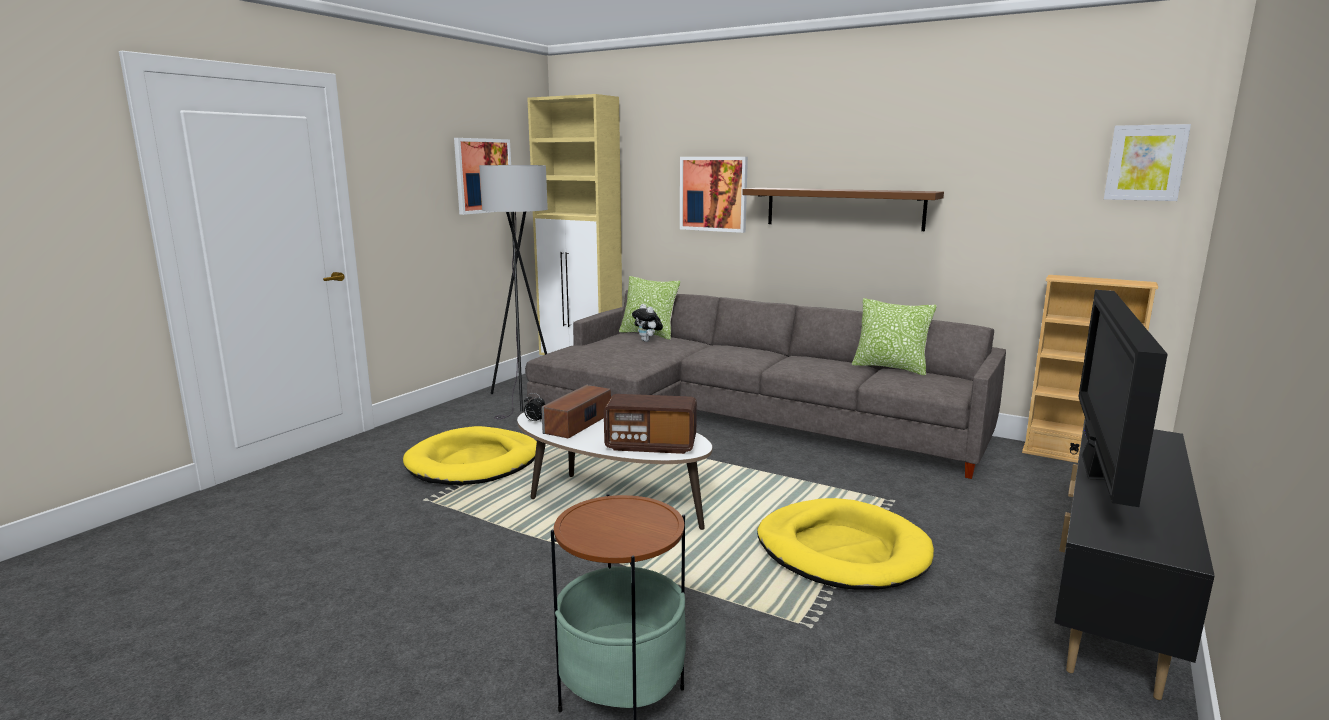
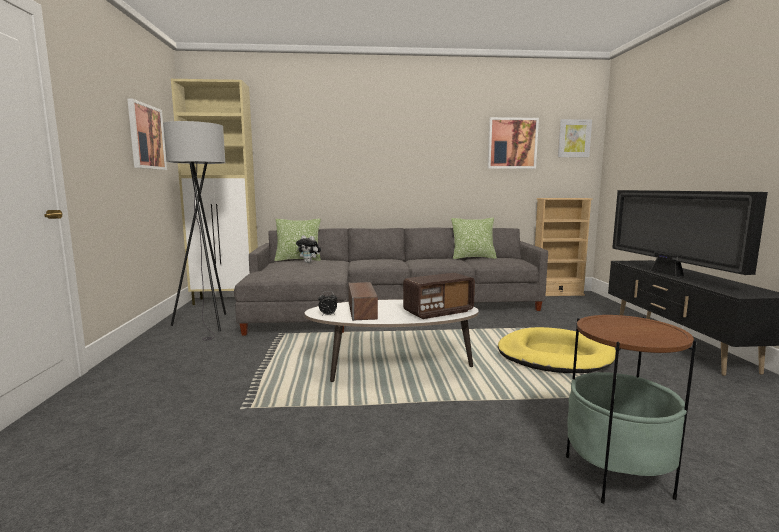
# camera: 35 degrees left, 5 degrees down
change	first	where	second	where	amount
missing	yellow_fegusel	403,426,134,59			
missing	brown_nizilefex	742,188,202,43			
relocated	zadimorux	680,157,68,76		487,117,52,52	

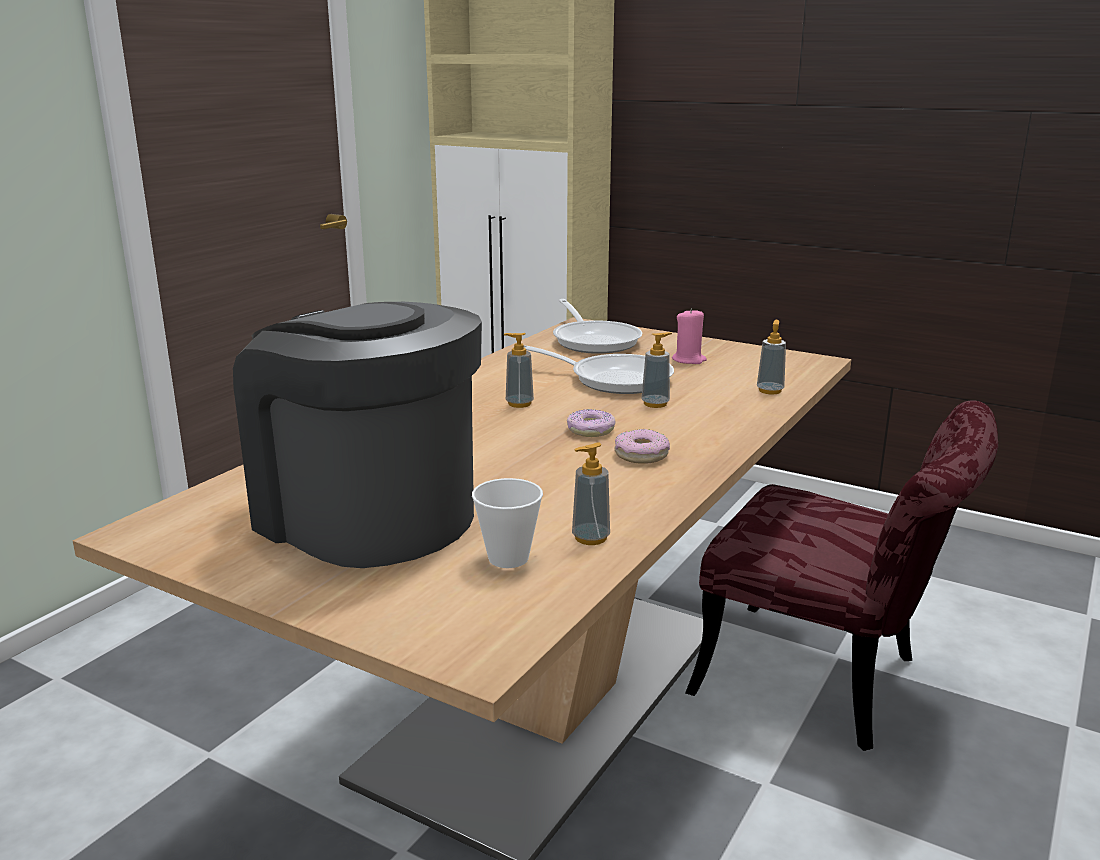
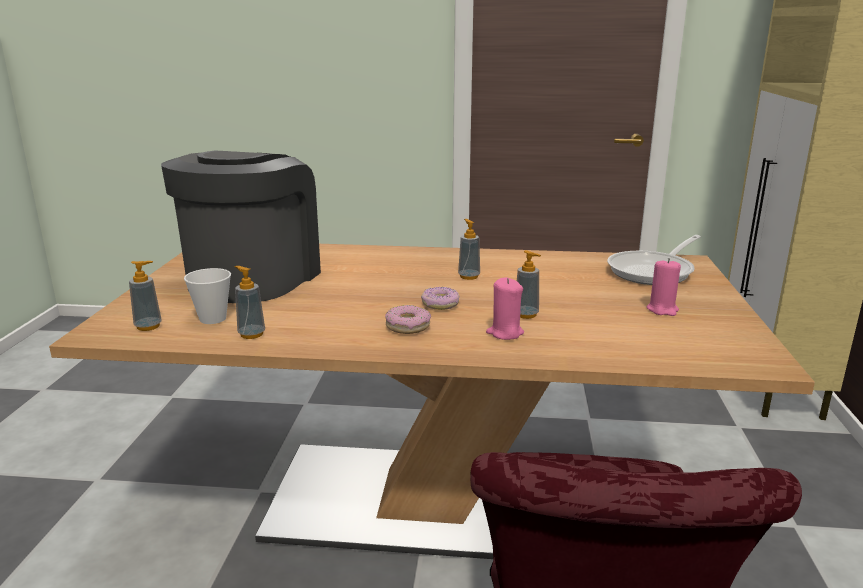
# camera: 65 degrees right, 0 degrees up
change	first	where	second	where	amount
missing	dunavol	524,345,150,49			
appeared			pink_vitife	486,277,38,63	
relocated	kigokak	757,320,29,75		129,261,33,70	

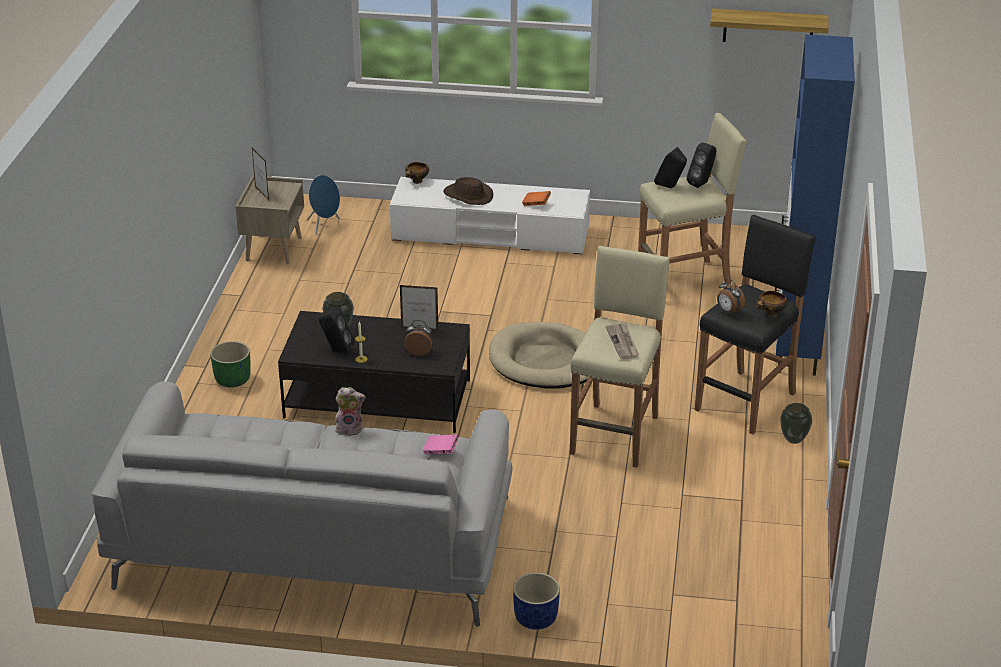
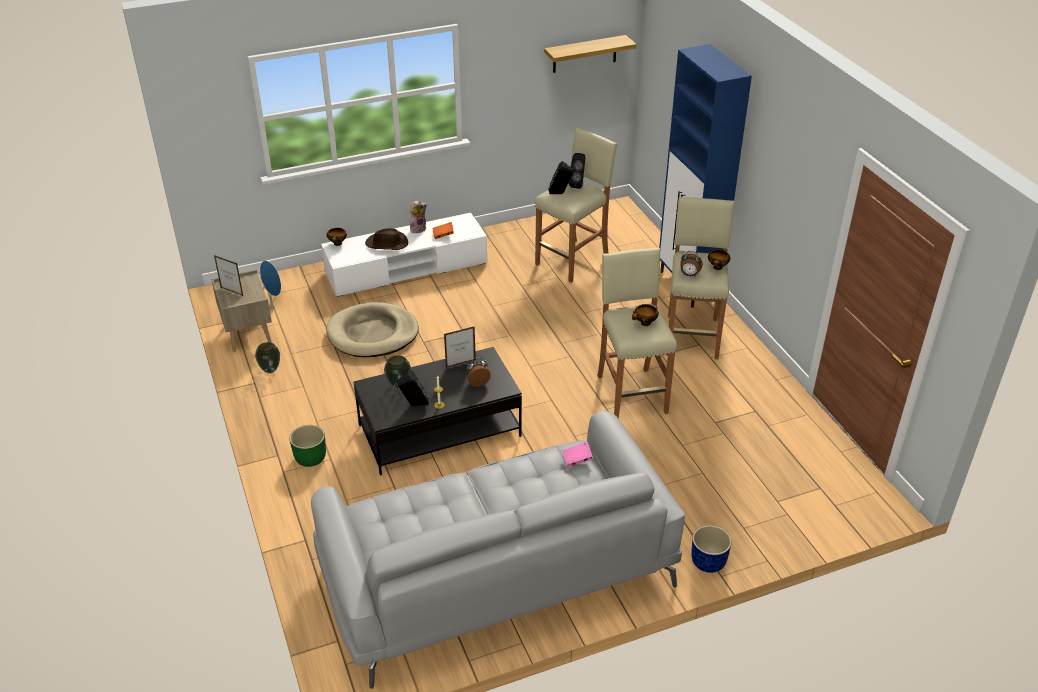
# camera: 30 degrees left, 5 degrees up
change	first	where	second	where	amount
relocated	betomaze	335,387,31,49		410,200,17,33	
relocated	beige_fegusel	489,322,99,67		326,302,93,55	
relocated	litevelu	780,403,32,41		255,342,25,31	
exchanged	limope	606,323,33,36	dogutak	632,304,27,22	
colour	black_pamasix	695,215,121,220	beige_pamasix	665,197,70,162	

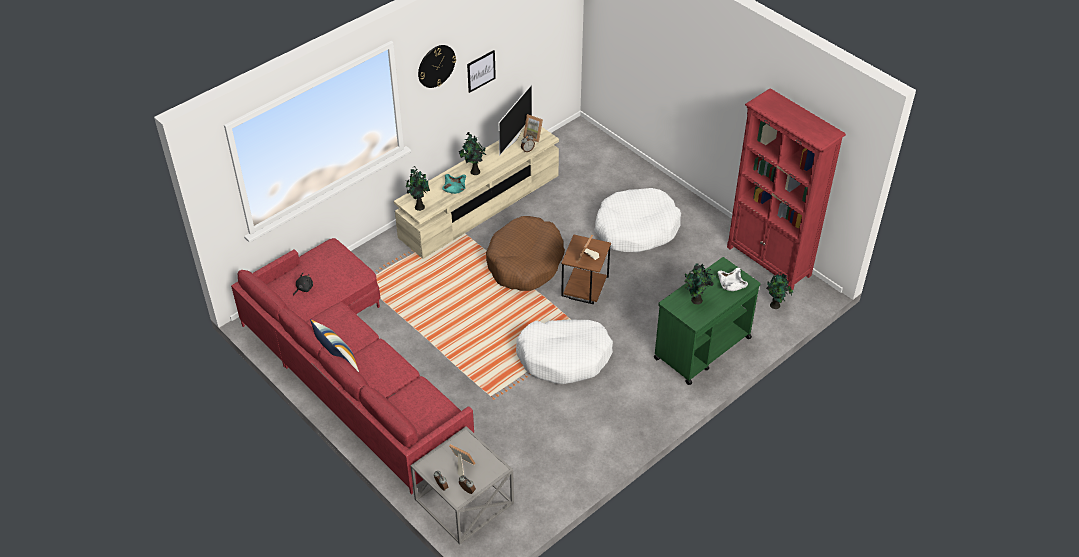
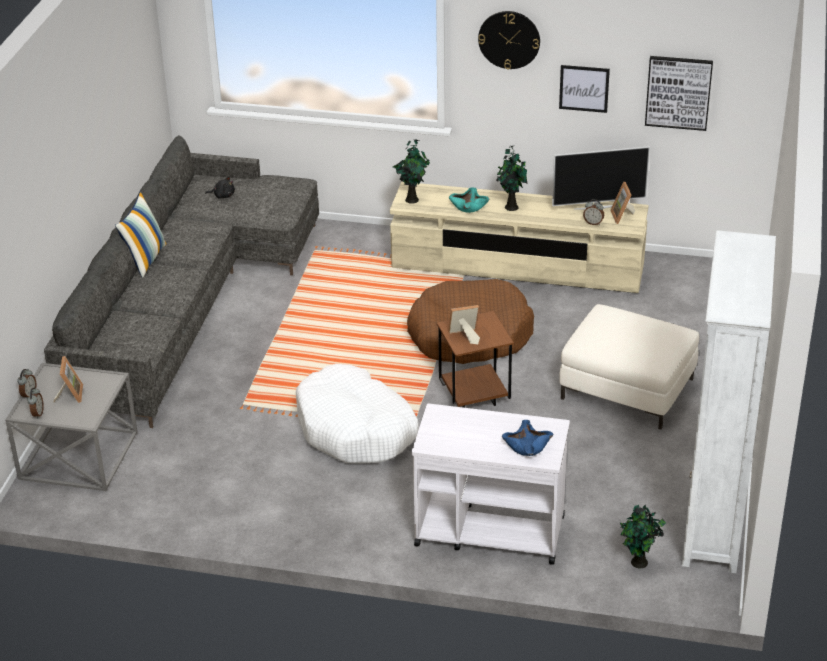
# camera: 55 degrees right, 10 degrees down
change	first	where	second	where	amount
missing	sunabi	684,263,32,42			
appeared			zadimorux	645,56,68,75	
exchanged	white_fegusel	594,188,87,65	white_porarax	559,304,140,126	
colour	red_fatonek	231,238,243,257	grey_fatonek	44,135,275,293	
colour	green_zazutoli	654,257,107,128	white_zazutoli	412,404,158,161	
colour	white_dogutak	717,268,31,23	blue_dogutak	502,420,51,36	
colour	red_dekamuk	727,88,119,202	white_dekamuk	682,230,94,343	

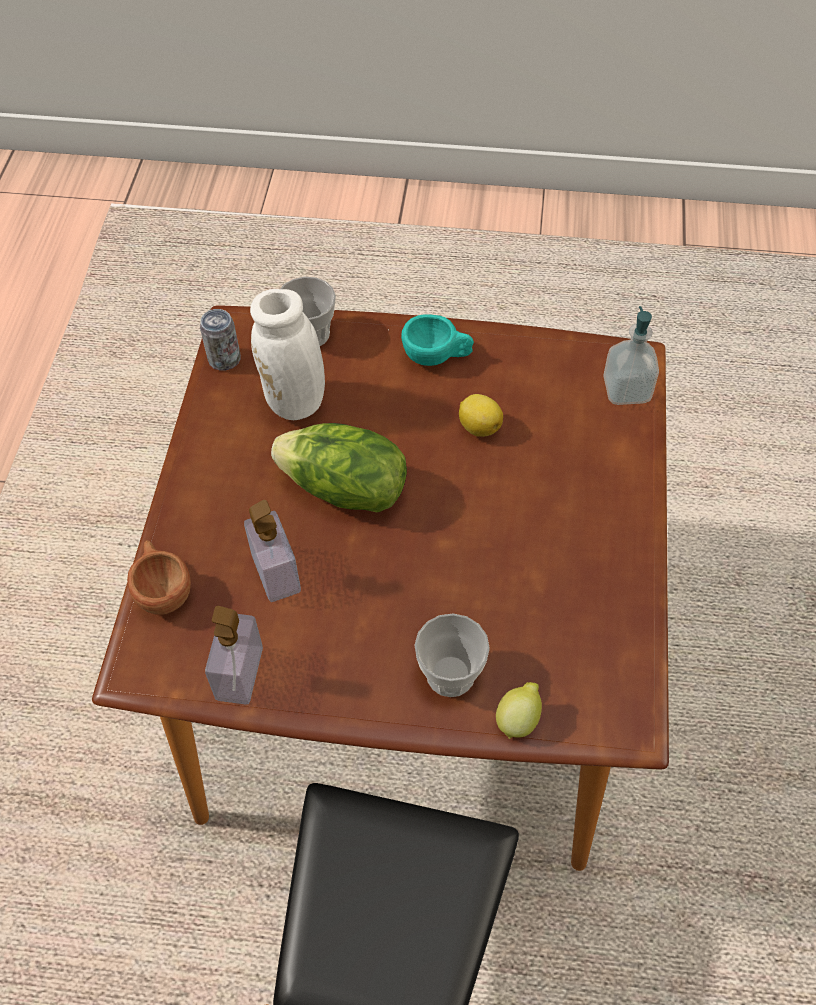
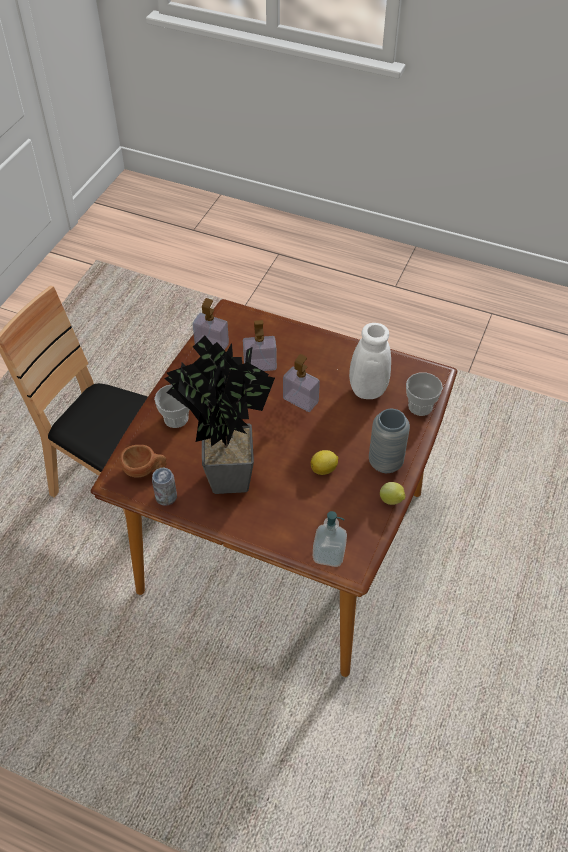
# camera: 105 degrees right, 5 degrees down
change	first	where	second	where	amount
appeared			sunabi	165,336,110,158	
relocated	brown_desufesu	127,540,64,75		119,445,48,32	
relocated	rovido	200,309,41,62		152,468,25,38	
relocated	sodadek	496,682,46,57		380,482,25,23	
exchanged	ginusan	271,423,136,89	kigokak	283,354,37,58	
exchanged	turquoise_desufesu	401,314,73,52	grey_litevelu	369,409,41,64	

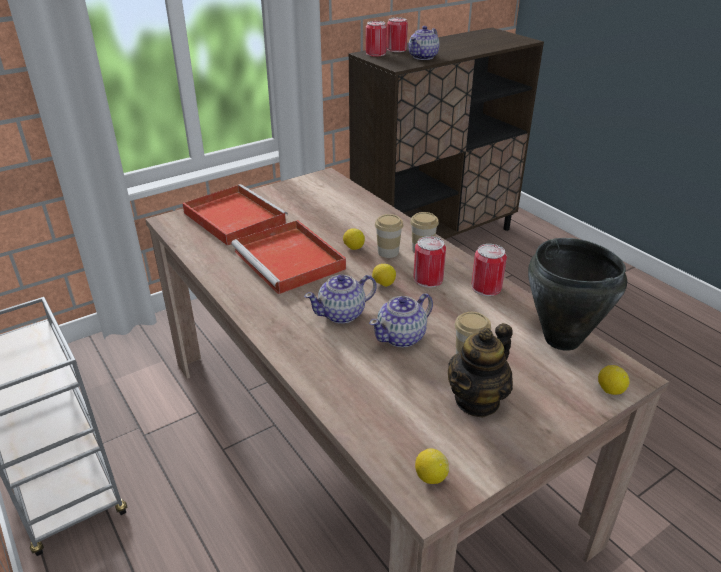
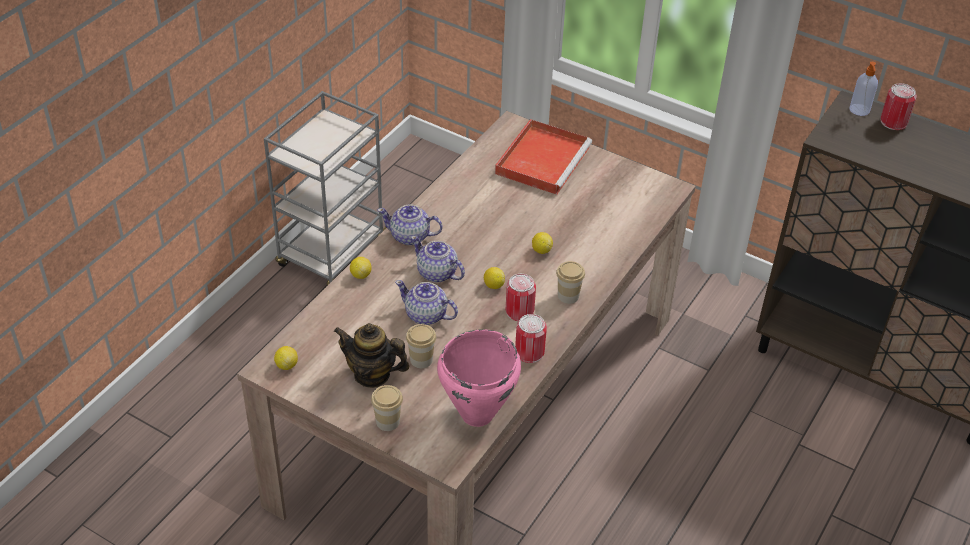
# camera: 65 degrees right, 10 degrees up
change	first	where	second	where	amount
missing	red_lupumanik	231,220,115,74			
relocated	desufesu	375,214,28,44		371,385,32,46	
relocated	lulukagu	408,26,31,34		377,204,65,41	
relocated	sodadek	598,365,32,30		350,257,22,22	
exchanged	rovido	366,21,21,36	kigokak	849,62,29,54	
colour	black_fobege	528,238,99,113	pink_fobege	437,329,84,98	

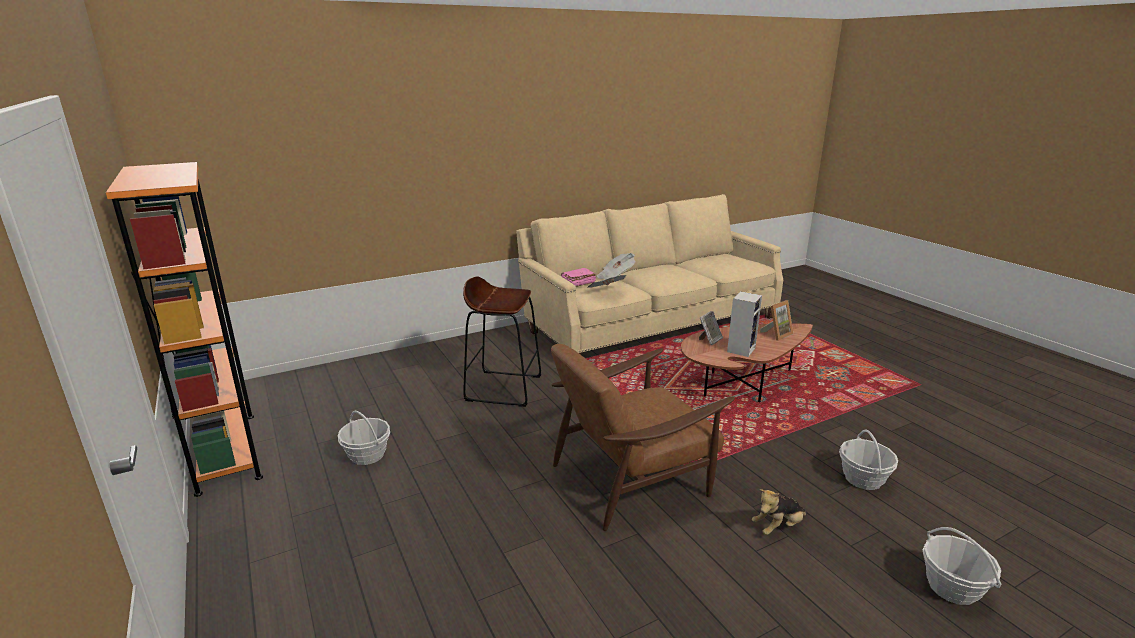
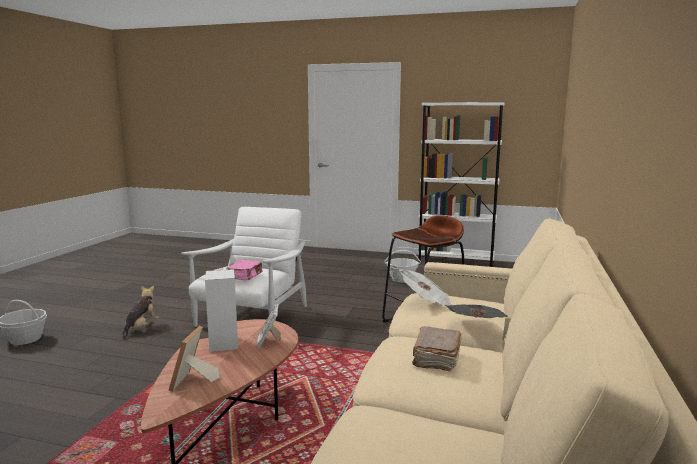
# camera: 135 degrees right, 10 degrees down
change	first	where	second	where	amount
missing	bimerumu	839,429,59,61			
appeared			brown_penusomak	412,326,50,45	
relocated	pink_penusomak	561,268,35,19		226,259,37,22	
colour	orange_dekamuk	106,162,157,335	white_dekamuk	418,102,86,165	
colour	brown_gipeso	551,344,184,187	white_gipeso	181,207,126,120	

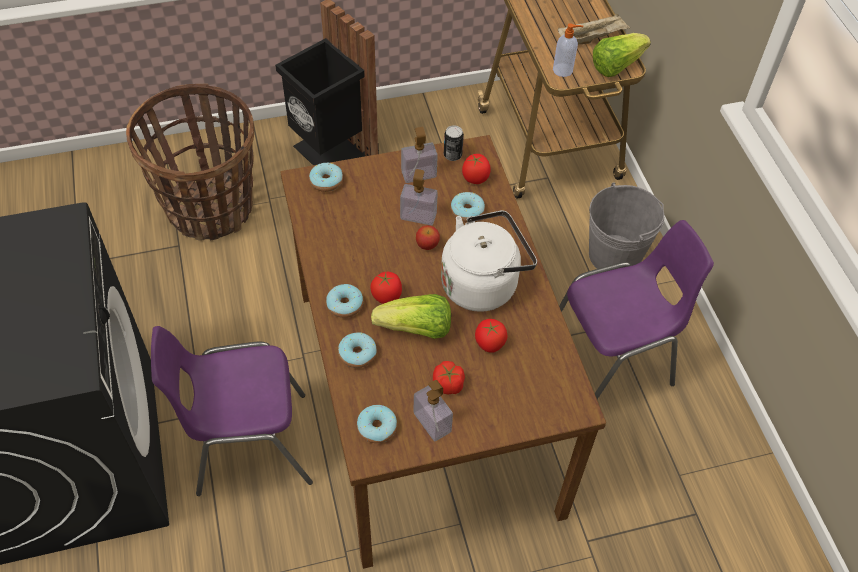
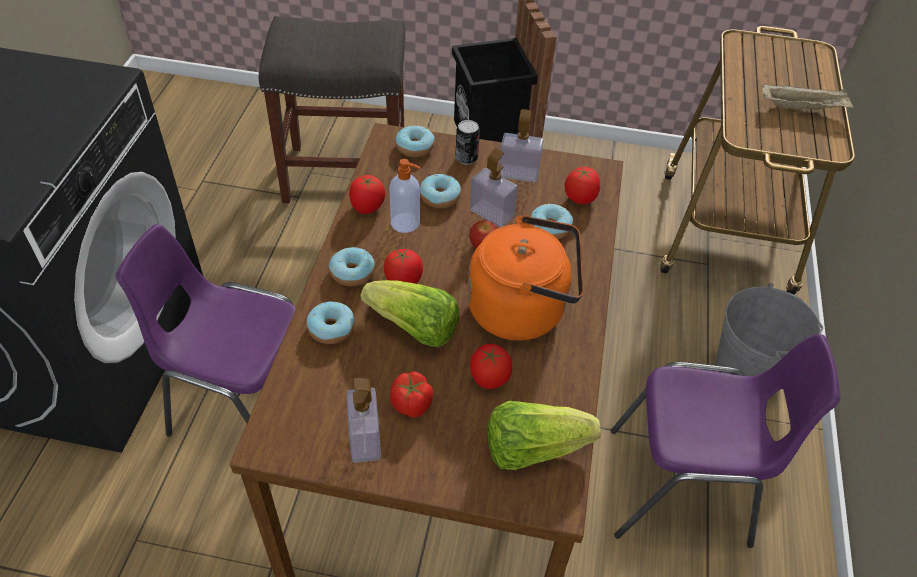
# camera: 25 degrees right, 5 degrees down
change	first	where	second	where	amount
appeared			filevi	349,175,37,39	
relocated	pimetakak	357,405,40,38		420,174,41,34	
relocated	rovido	444,125,20,36		455,120,25,45	
relocated	kigokak	553,23,30,54		389,159,32,74	
relocated	ginusan	593,33,58,44		487,401,114,69	
exchanged	bimerumu	126,84,128,157	grey_pamasix	259,16,147,187	
colour	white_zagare	441,210,96,102	orange_zagare	467,215,116,126	

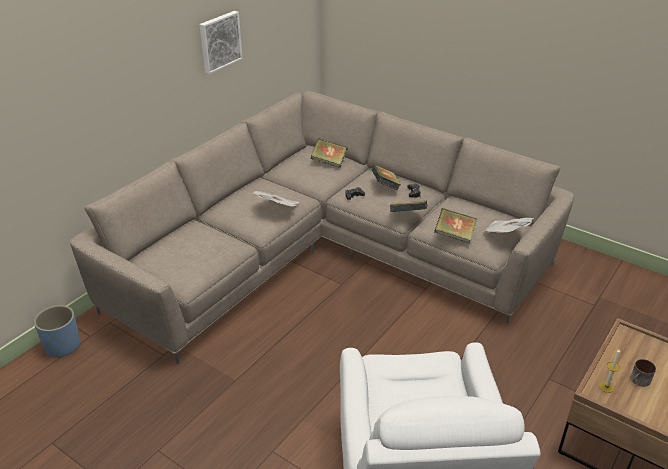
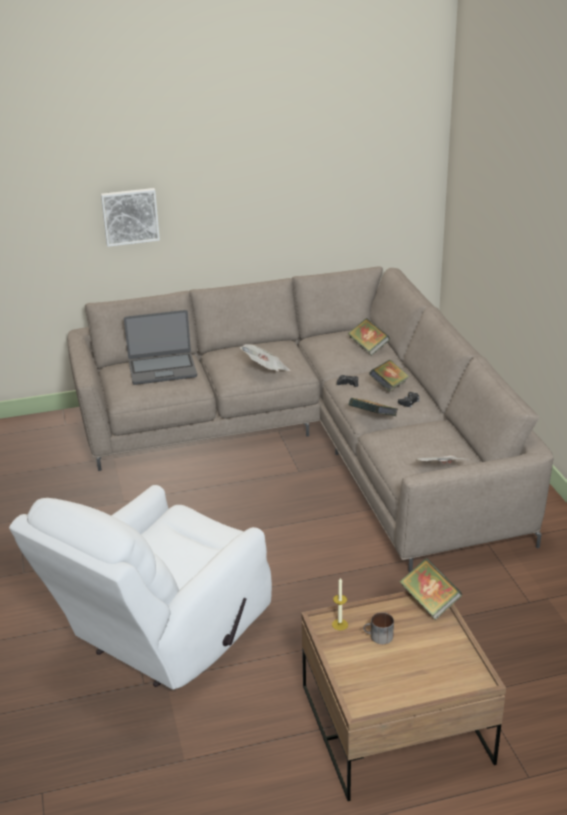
# camera: 40 degrees right, 5 degrees down
change	first	where	second	where	amount
missing	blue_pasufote	34,305,46,53			
appeared			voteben	124,310,73,75	
relocated	zadimorux	199,11,44,63		101,188,59,59	
relocated	penusomak	434,208,43,35		400,558,62,62	

